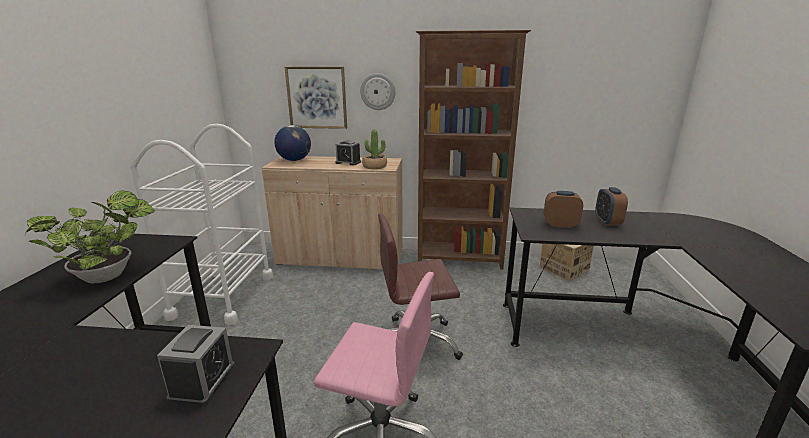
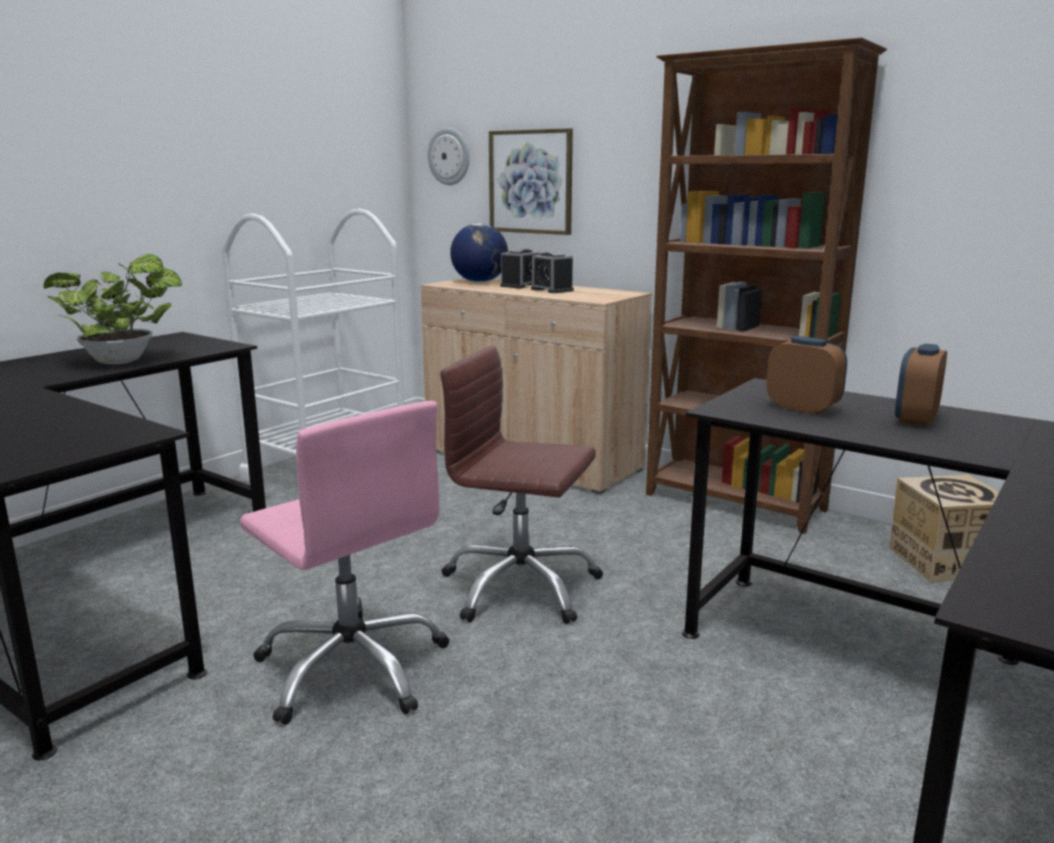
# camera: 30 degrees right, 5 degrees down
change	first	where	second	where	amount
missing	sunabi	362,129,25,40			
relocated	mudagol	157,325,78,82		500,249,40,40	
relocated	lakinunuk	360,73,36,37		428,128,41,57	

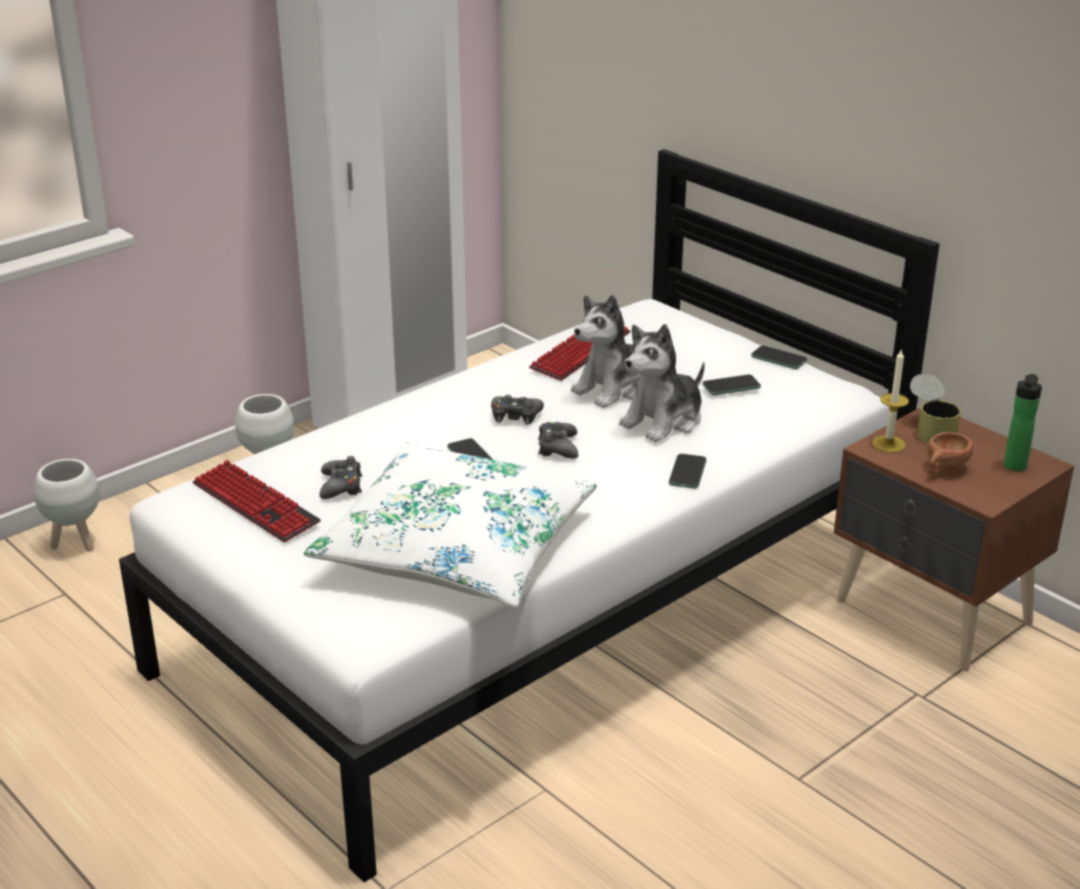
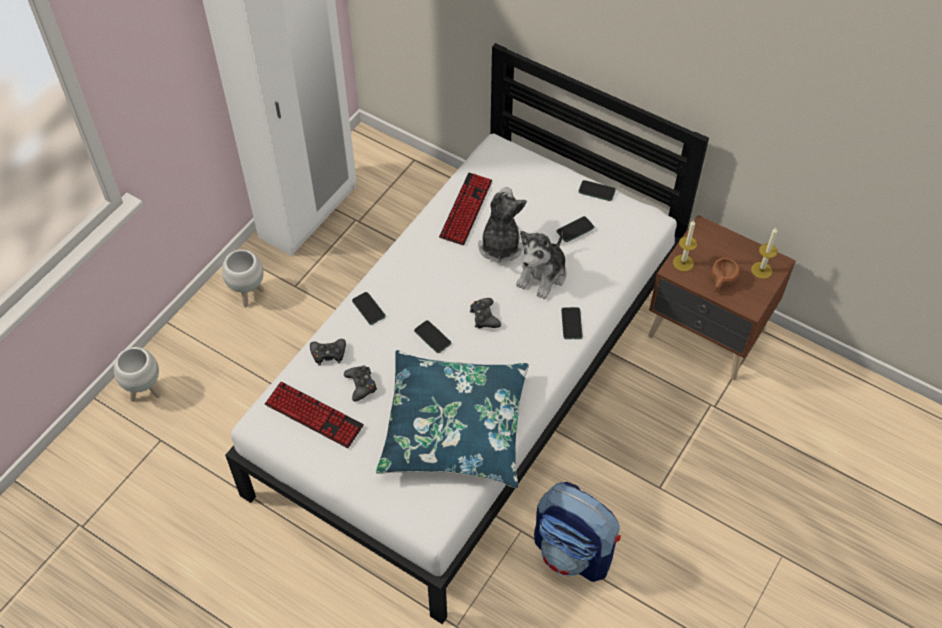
# camera: 15 degrees left, 25 degrees up
change	first	where	second	where	amount
missing	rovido	910,374,51,69			
appeared			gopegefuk	352,292,34,33	
appeared			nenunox	534,482,87,100	
relocated	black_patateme	491,395,53,30		310,339,36,26	
exchanged	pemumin	1004,374,38,97	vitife	751,228,26,51	
colour	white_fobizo	304,442,293,166	blue_fobizo	376,350,153,138	
spun	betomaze	571,295,71,113		478,187,49,76	150 degrees clockwise

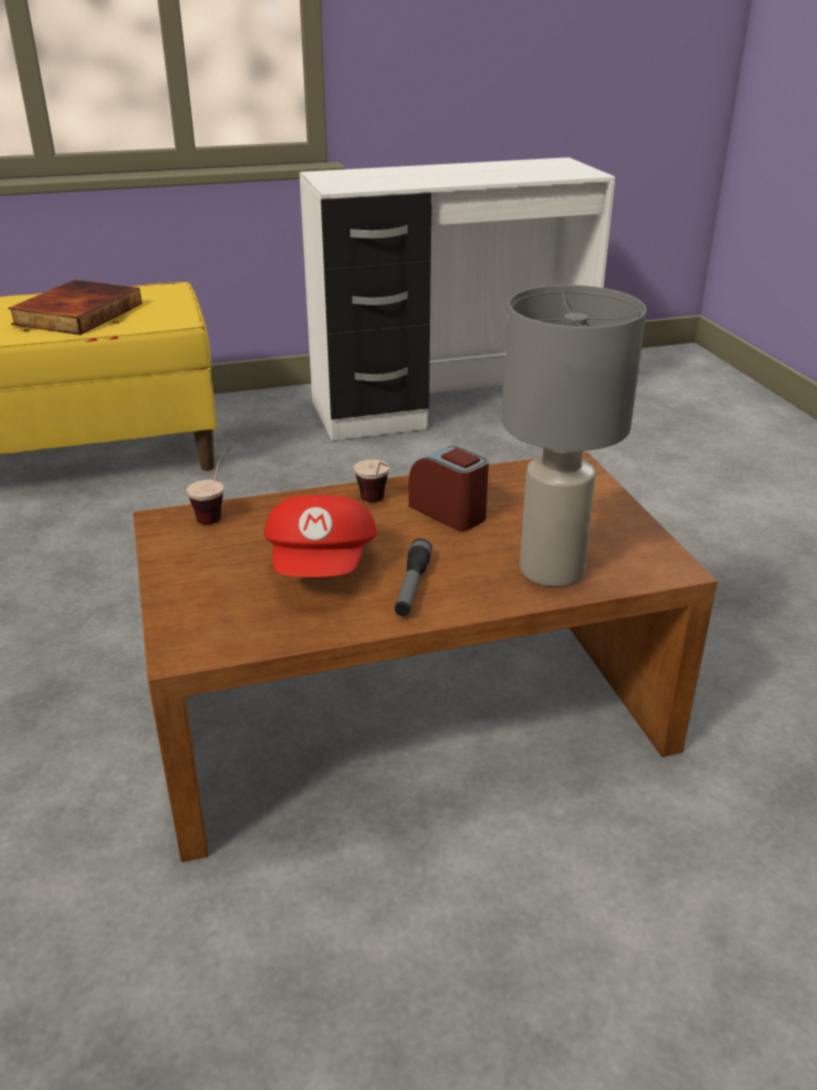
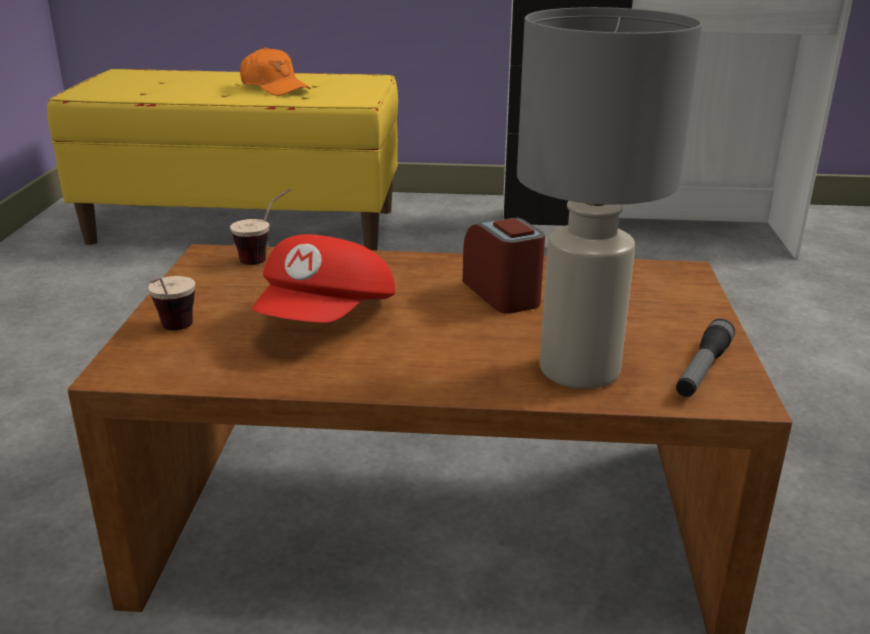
# camera: 20 degrees right, 5 degrees down
change	first	where	second	where	amount
relocated	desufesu	354,460,35,42		148,276,47,54	
relocated	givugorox	395,539,37,77		676,319,59,78	
exchanged	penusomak	8,280,134,55	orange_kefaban	240,47,71,49	

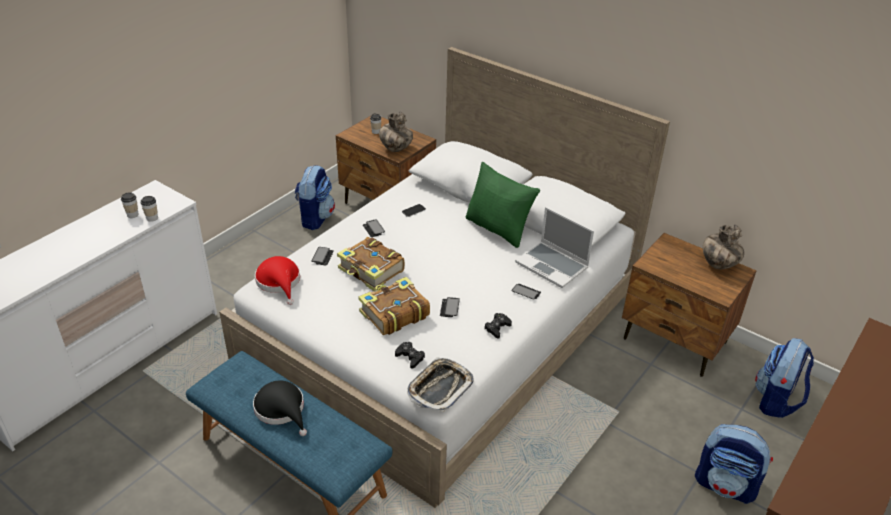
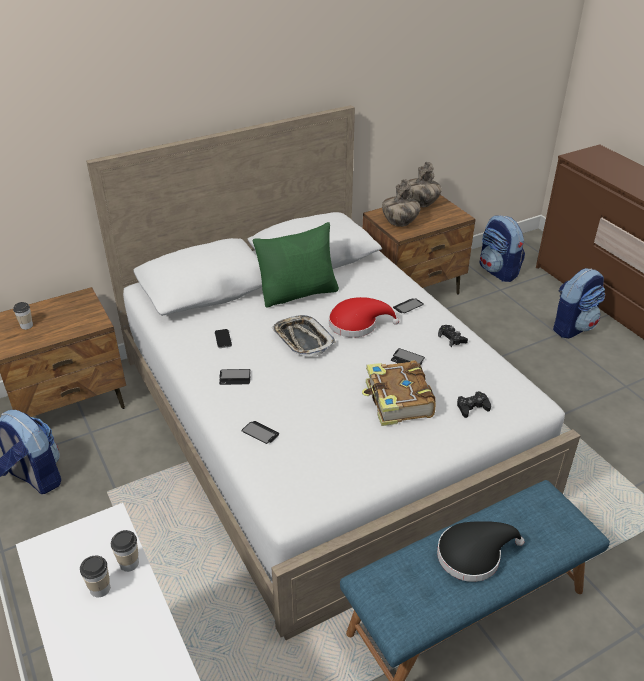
# camera: 65 degrees left, 0 degrees up
change	first	where	second	where	amount
missing	penusomak	337,237,68,55			
missing	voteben	515,207,79,81			
relocated	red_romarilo	255,256,45,49		329,297,70,41	
relocated	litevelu	379,111,34,41		382,179,38,48	
relocated	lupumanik	408,358,65,54		271,315,65,42	

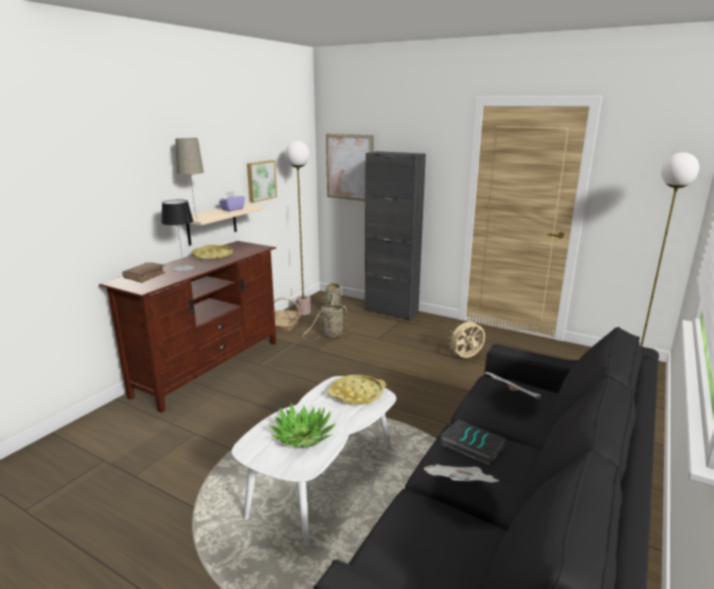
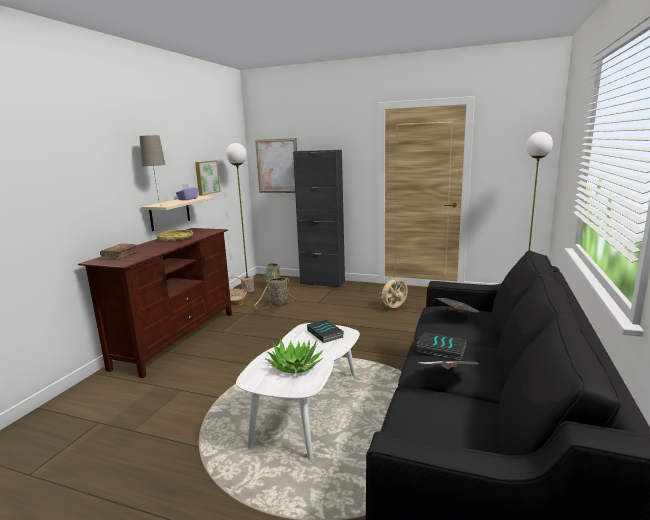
# camera: 10 degrees left, 5 degrees down
change	first	where	second	where	amount
missing	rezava	161,200,33,72			
exchanged	yellow_lupumanik	327,375,59,30	penusomak	307,320,37,23	

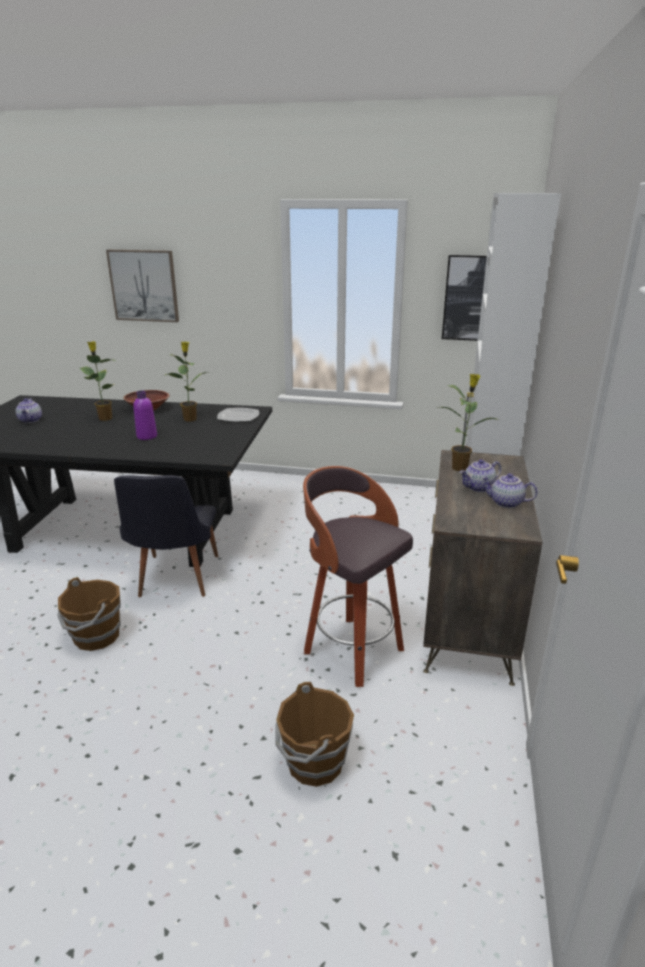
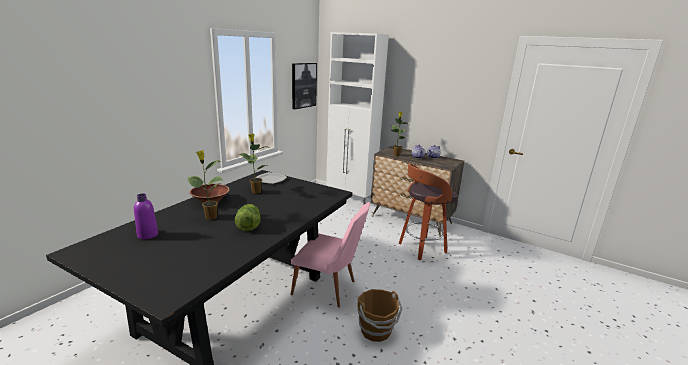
# camera: 70 degrees left, 5 degrees down
change	first	where	second	where	amount
missing	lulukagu	16,398,26,25			
missing	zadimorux	106,250,73,72			
missing	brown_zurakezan	276,682,78,105			
appeared			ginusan	235,204,26,27	
relocated	purple_pemumin	133,391,24,49		134,194,24,45	
colour	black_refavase	114,475,104,122	pink_refavase	290,202,81,106	

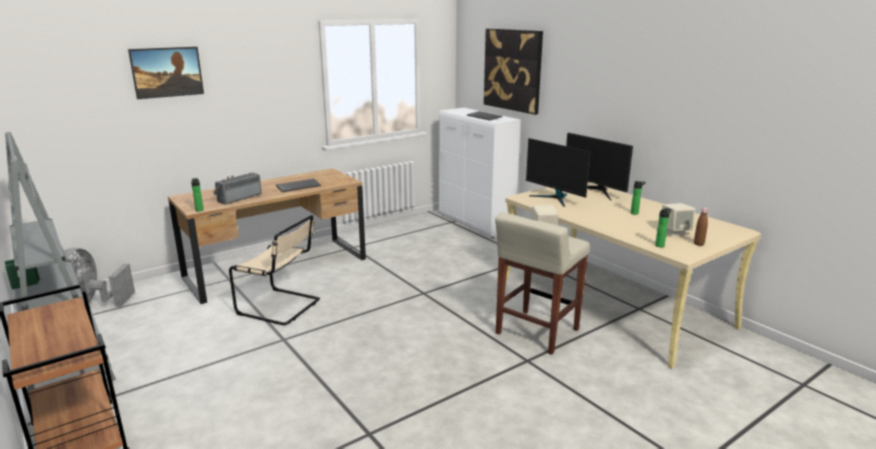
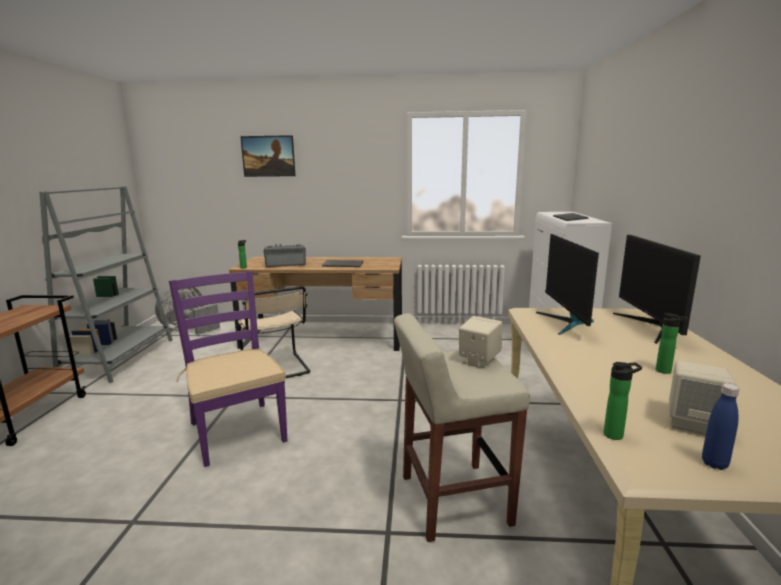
# camera: 40 degrees right, 5 degrees down
change	first	where	second	where	amount
missing	zadimorux	484,29,59,86			
appeared			purple_refavase	169,271,118,196	
colour	brown_pemumin	694,208,14,38	blue_pemumin	702,383,38,87	

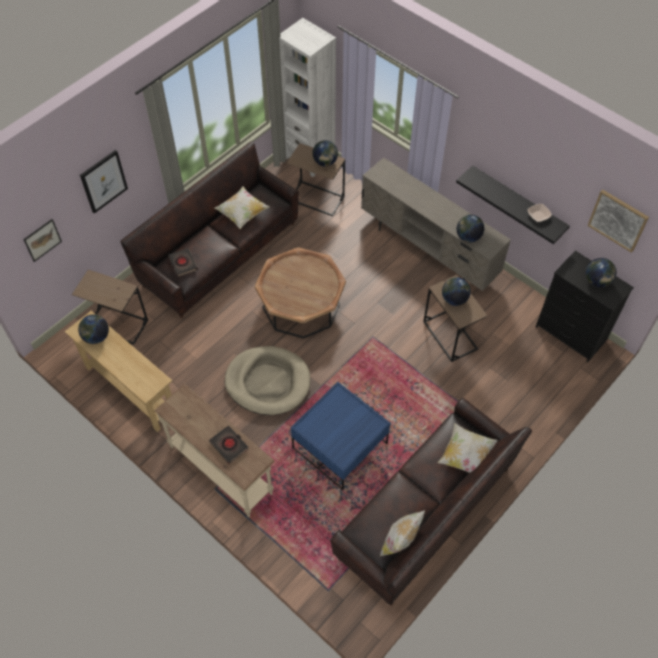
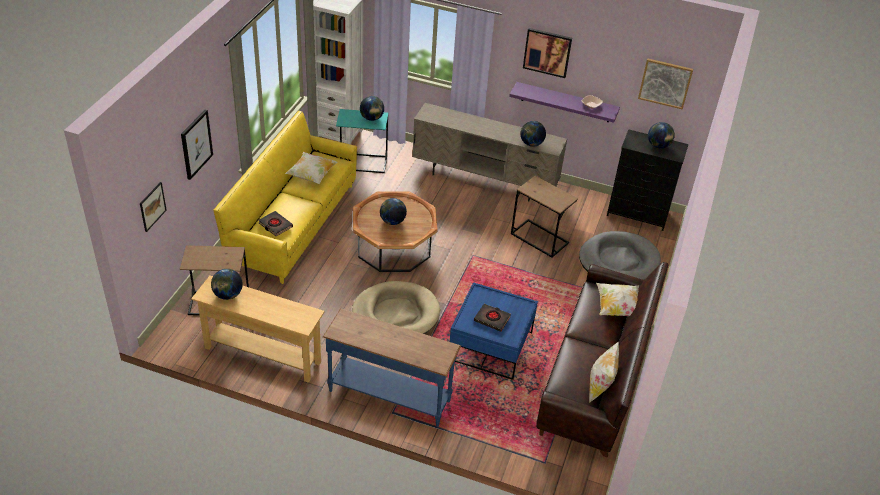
# camera: 25 degrees left, 15 degrees down
change	first	where	second	where	amount
appeared			zadimorux	523,28,49,50	
appeared			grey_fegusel	579,231,82,49	
relocated	black_penusomak	209,426,40,38		474,304,37,28	
relocated	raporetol	442,277,29,29		380,198,27,27	
colour	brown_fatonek	120,141,179,177	yellow_fatonek	213,111,144,173	
colour	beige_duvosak	154,384,120,134	blue_duvosak	323,308,138,119	
colour	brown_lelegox	287,143,58,73	turquoise_lelegox	336,109,52,64	
colour	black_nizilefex	456,165,114,79	purple_nizilefex	509,82,111,41	

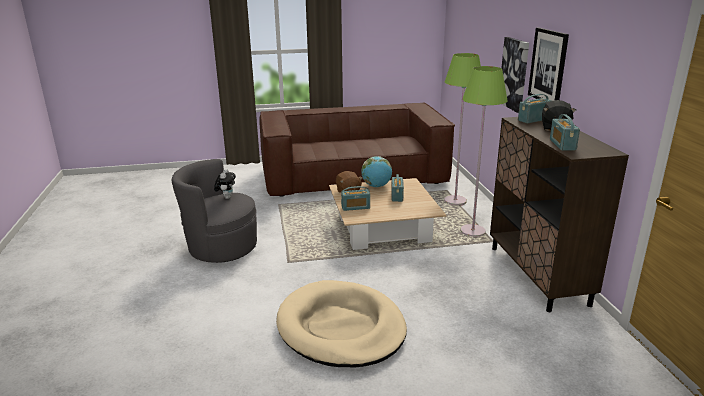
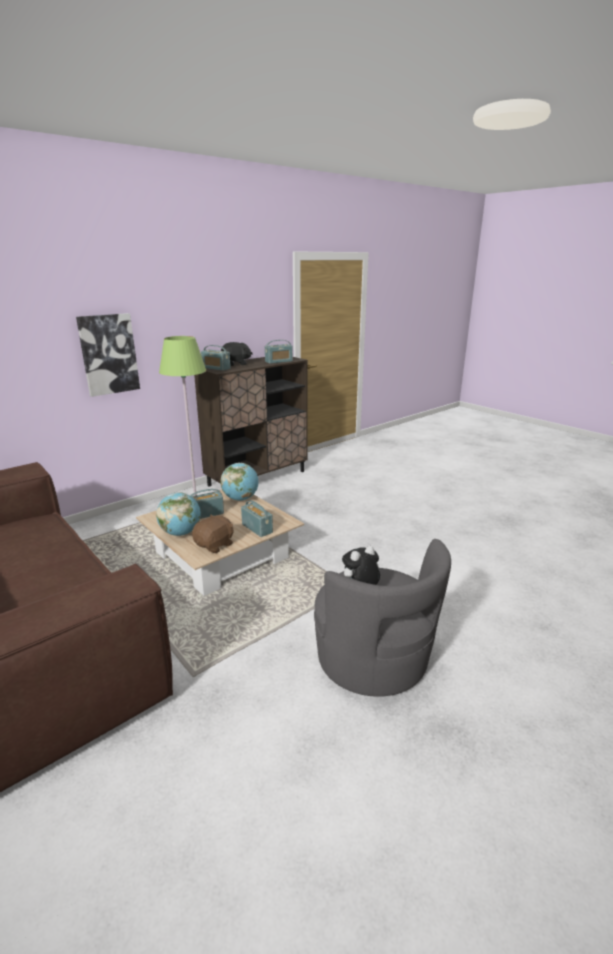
# camera: 120 degrees left, 0 degrees up
change	first	where	second	where	amount
missing	beige_fegusel	276,280,131,87			
missing	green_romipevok	444,53,37,152			
missing	zadimorux	528,28,41,73			
appeared			raporetol	220,463,39,38	

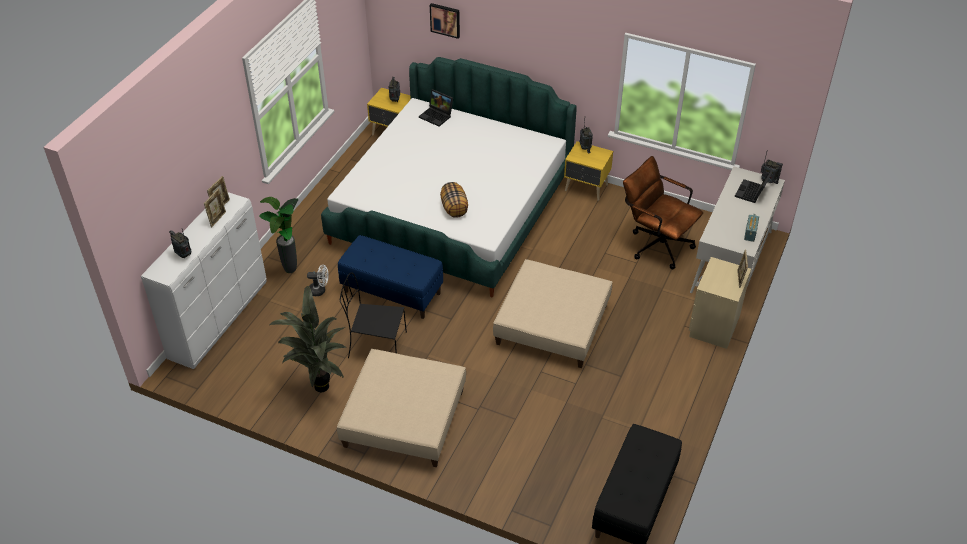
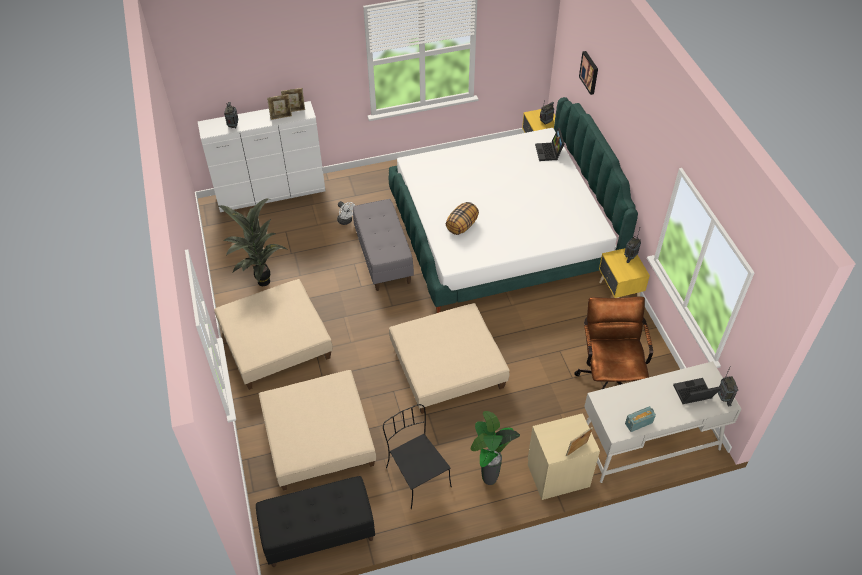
# camera: 50 degrees right, 5 degrees up
change	first	where	second	where	amount
appeared			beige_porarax	259,370,117,121	
relocated	sunabi	259,197,40,76		471,411,49,74	
relocated	black_refavase	340,272,67,87		383,404,69,105	
colour	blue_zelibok	338,235,105,84	grey_zelibok	353,199,61,92	

